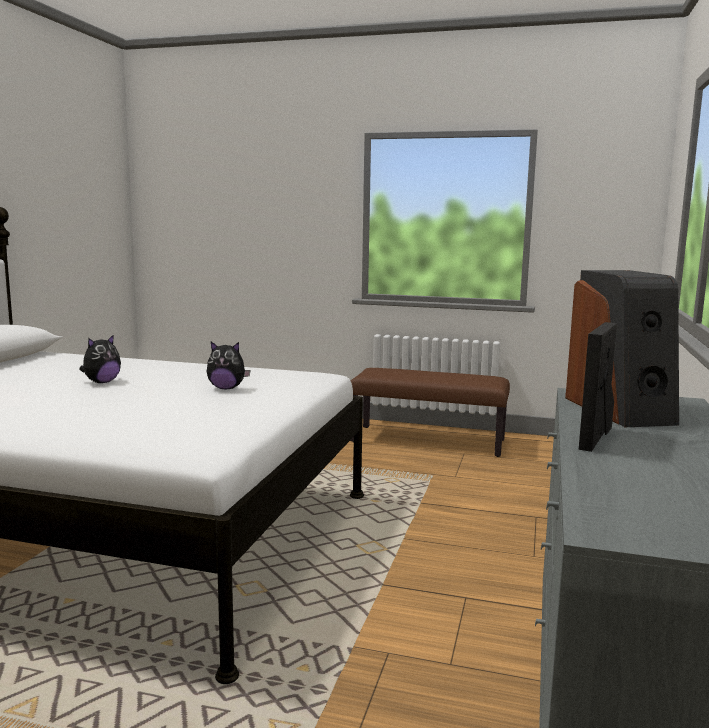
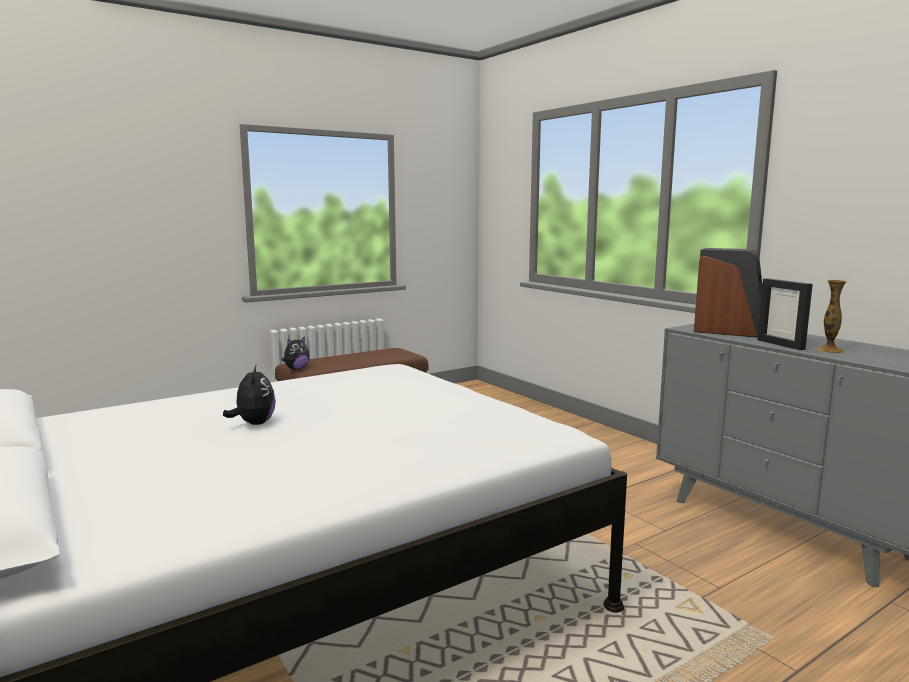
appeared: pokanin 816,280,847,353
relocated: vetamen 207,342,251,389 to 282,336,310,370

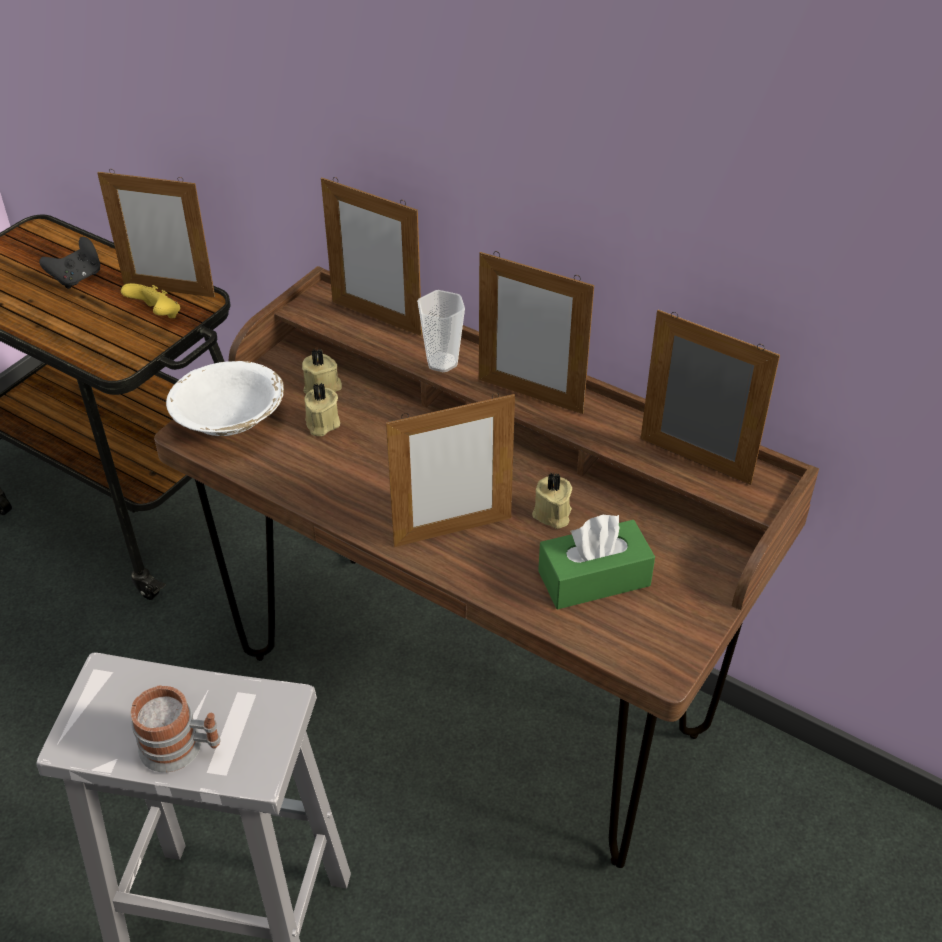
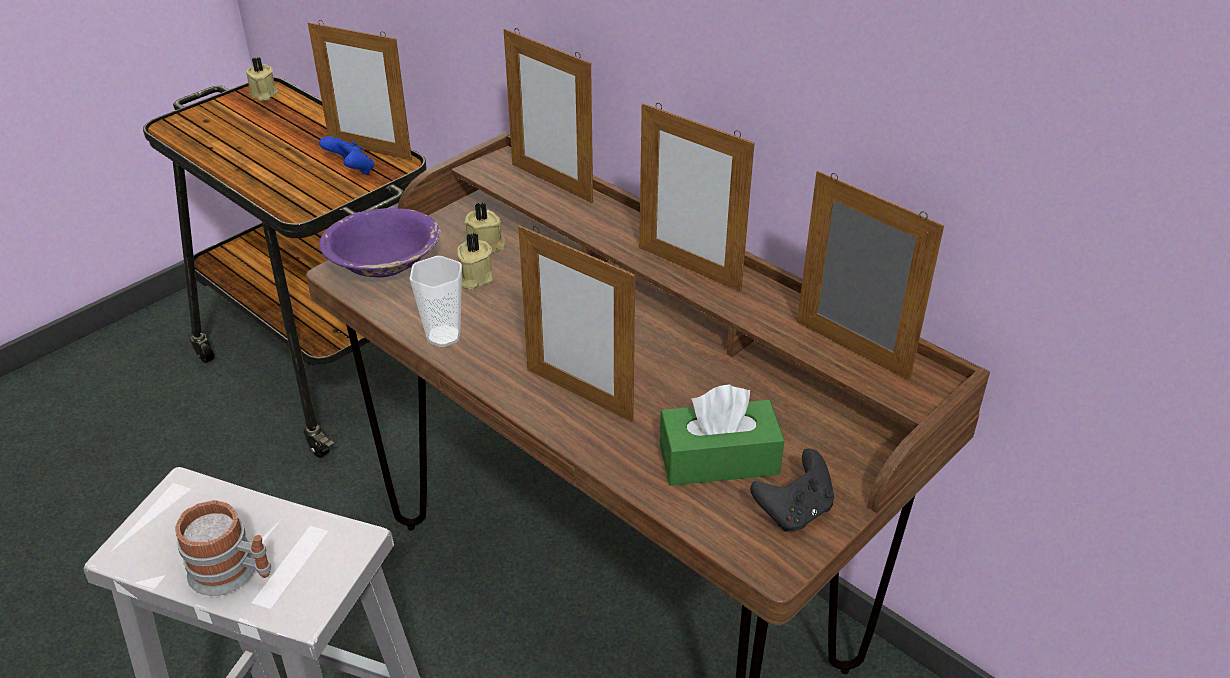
relocated: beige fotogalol 532,472,572,529 to 246,57,278,101; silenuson 417,290,465,372 to 410,256,462,347; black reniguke 39,237,100,289 to 750,448,834,532
colour: yellow reniguke 121,283,180,318 to blue reniguke 319,136,374,175; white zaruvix 166,361,284,436 to purple zaruvix 319,208,441,278
spun: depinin 386,393,515,547 = 518,225,635,422 45 degrees clockwise

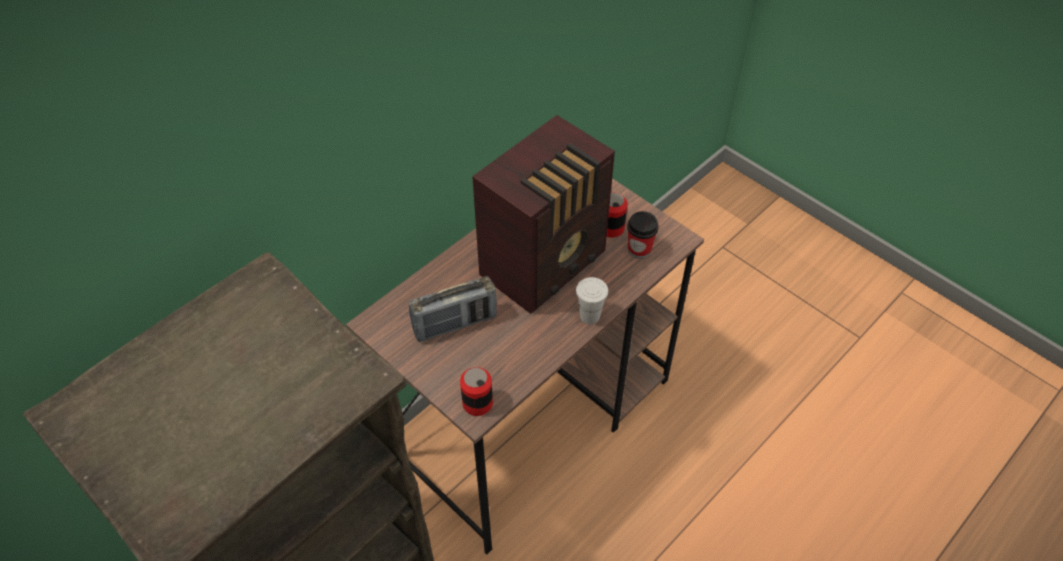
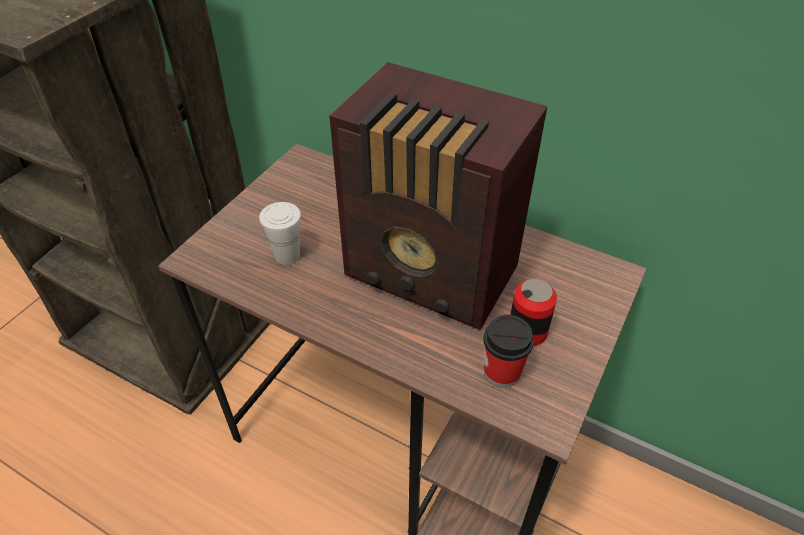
missing: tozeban 409,276,497,342; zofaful 460,367,493,416
relocated: white silenuson 576,277,608,325 to 259,202,301,265

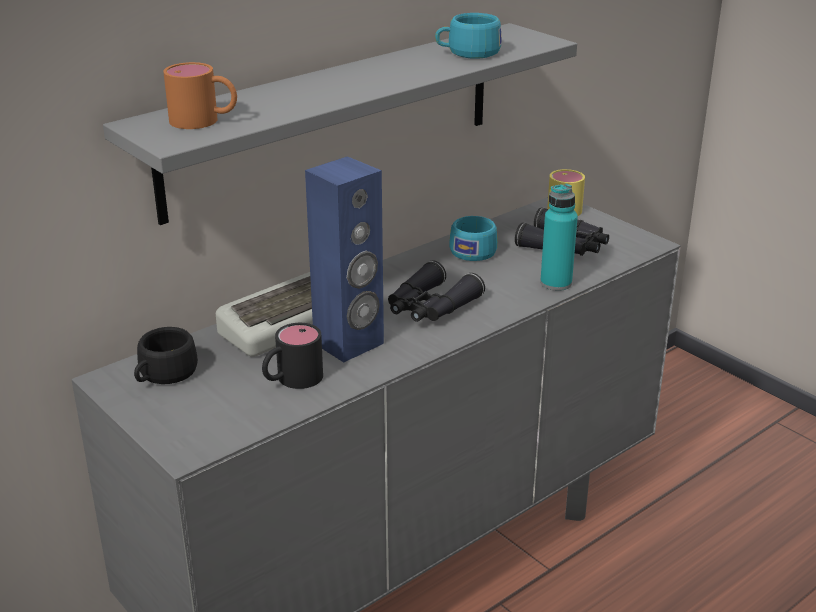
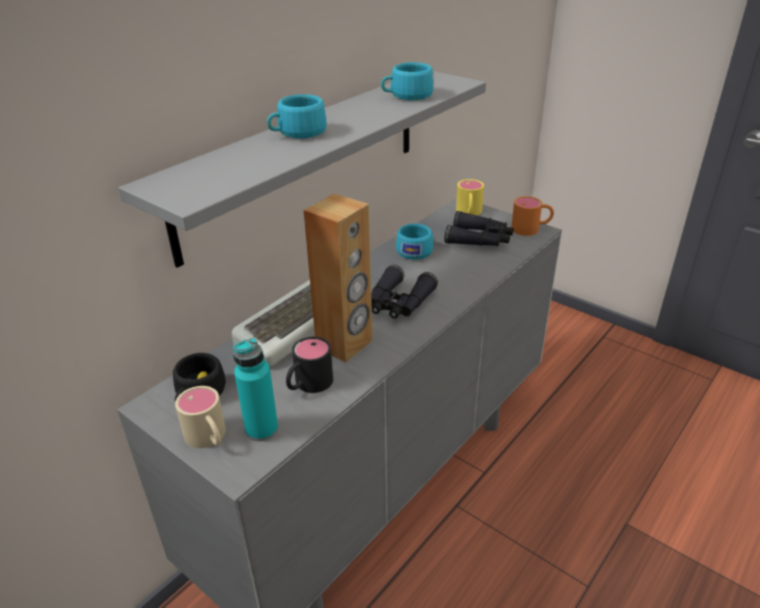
appeared: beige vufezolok 175,386,226,448; turquoise silenuson 267,94,327,139
relocated: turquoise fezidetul 540,184,578,291 to 233,338,278,441; orange vufezolok 163,62,237,129 to 511,196,554,236
colour: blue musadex 305,156,384,362 to brown musadex 304,194,373,362

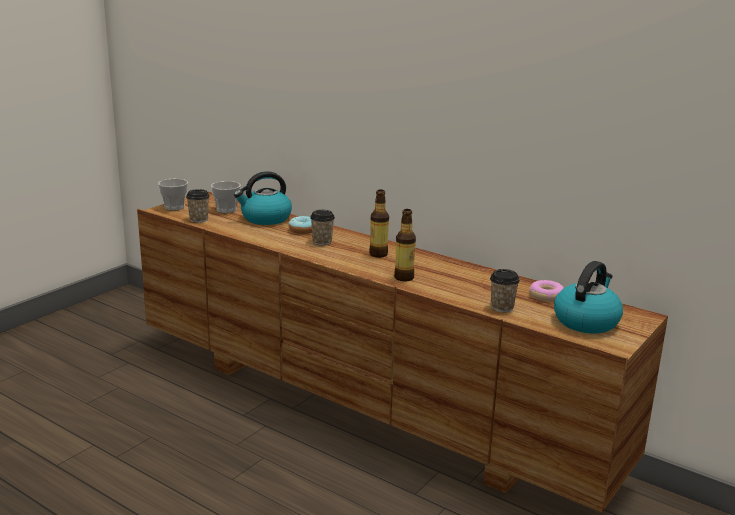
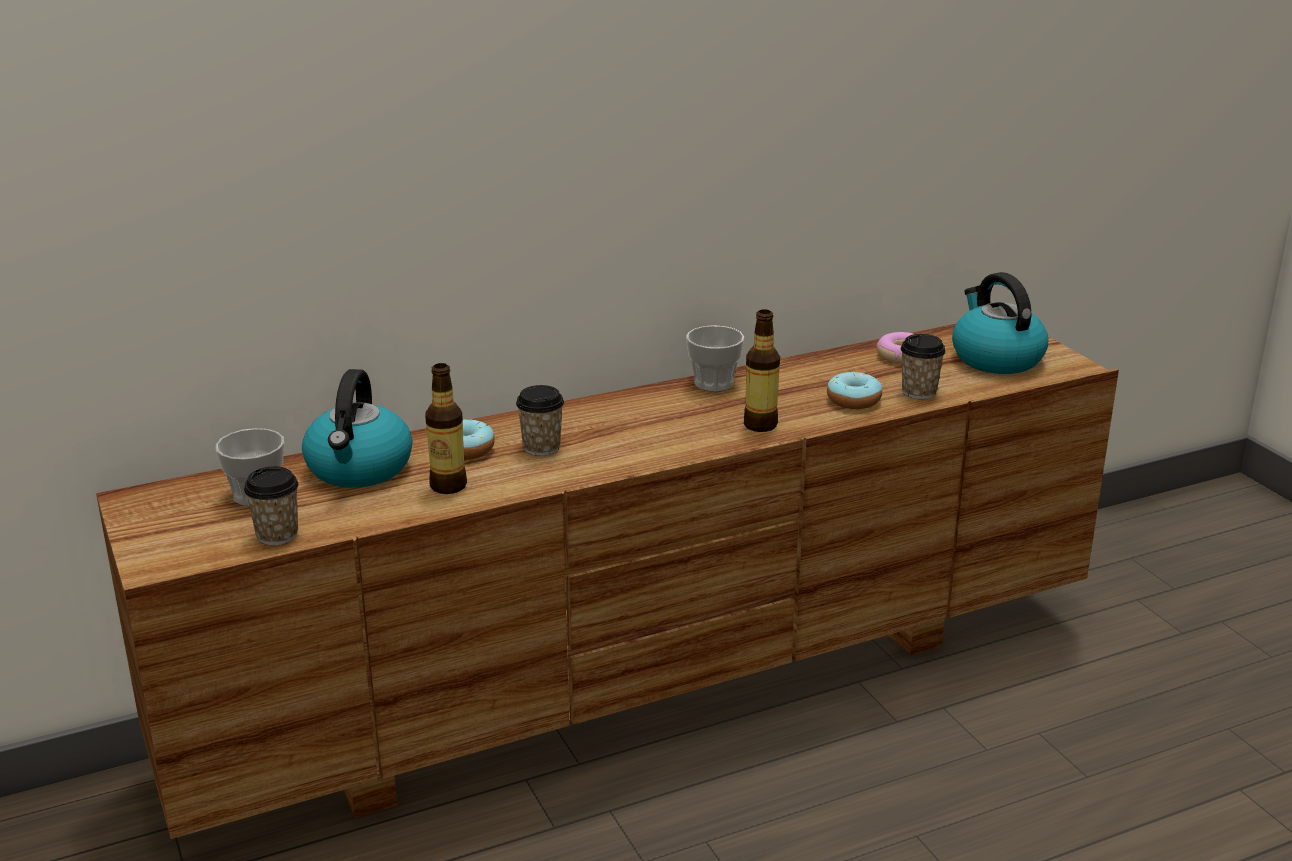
appeared: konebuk 827,372,882,409
relocated: fezidetul 369,189,389,258 to 425,363,467,494; silenuson 158,179,188,210 to 686,325,744,392

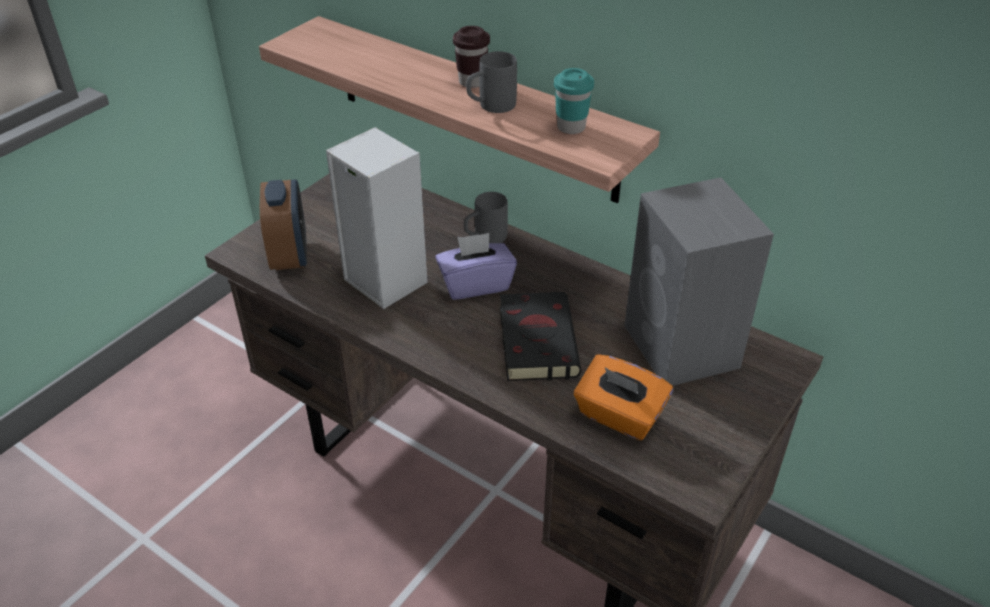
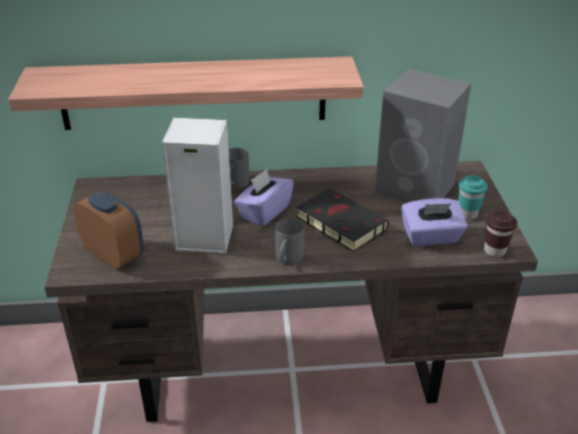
relocated: grey vufezolok 466,51,517,113 to 275,218,304,265; turquoise silenuson 554,68,594,134 to 458,175,488,220; brown silenuson 453,26,490,88 to 484,210,517,257
colour: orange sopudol 574,354,673,440 to purple sopudol 401,198,468,246

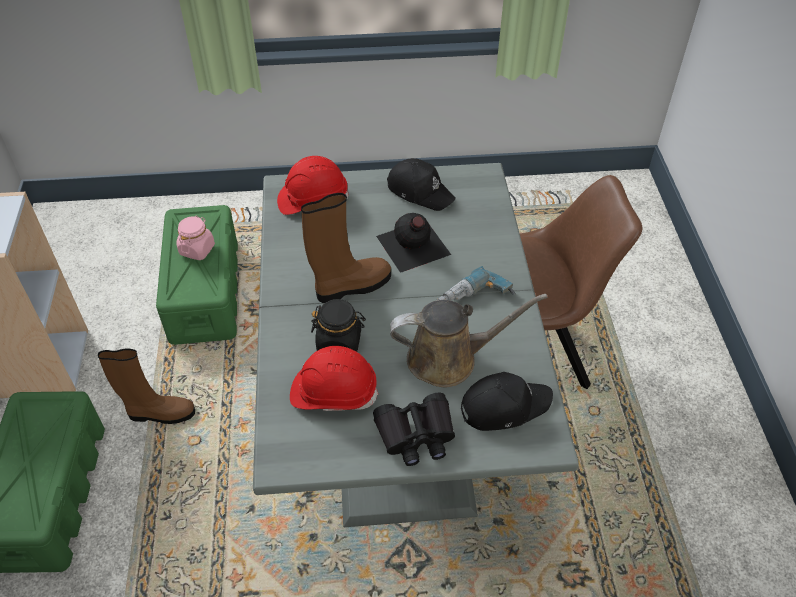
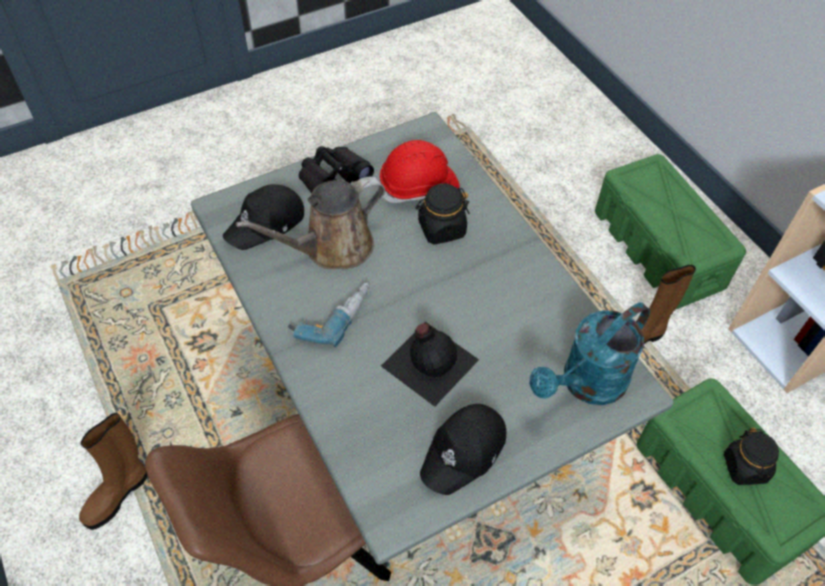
relocated: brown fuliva 301,193,391,303 to 79,413,148,530
exchanged: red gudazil 277,156,348,215 to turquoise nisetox 529,302,650,405
colour: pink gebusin 176,215,215,260 to black gebusin 724,428,779,485
spun: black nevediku 387,158,456,211 = 420,404,506,495 60 degrees counterclockwise

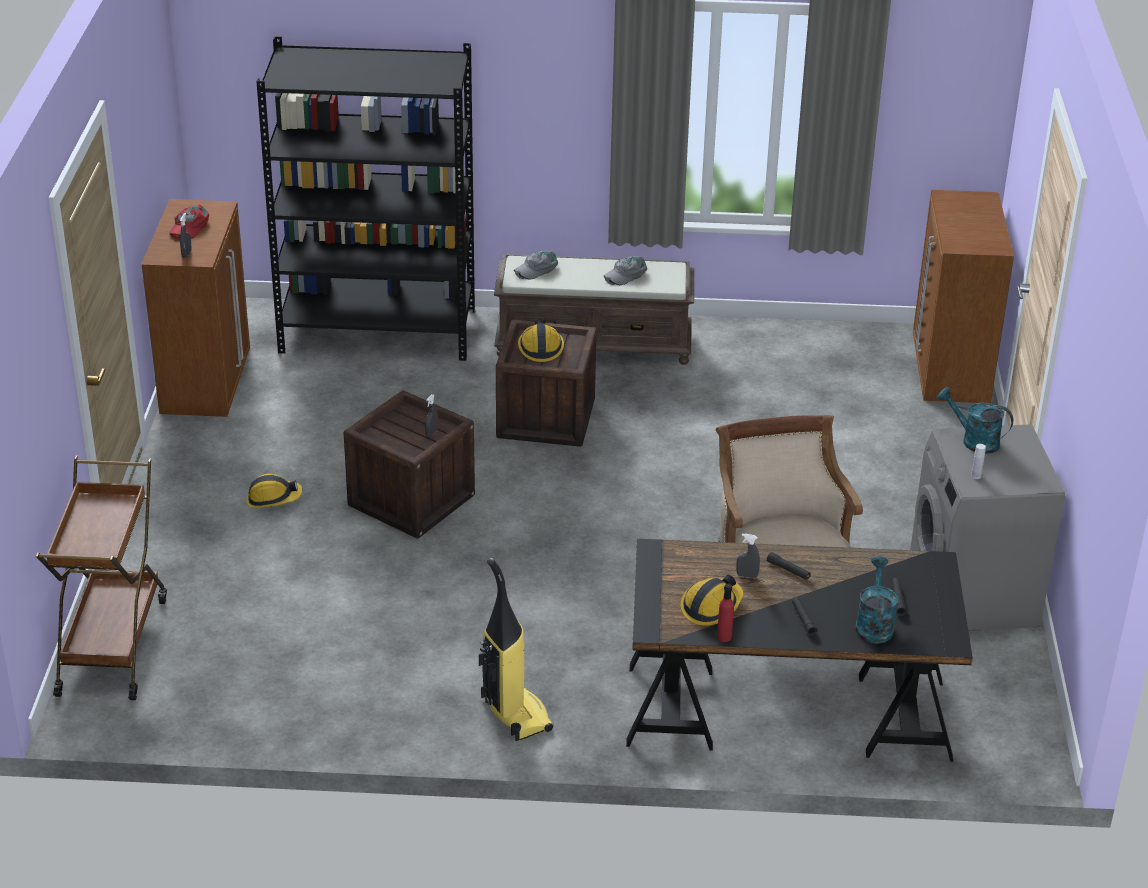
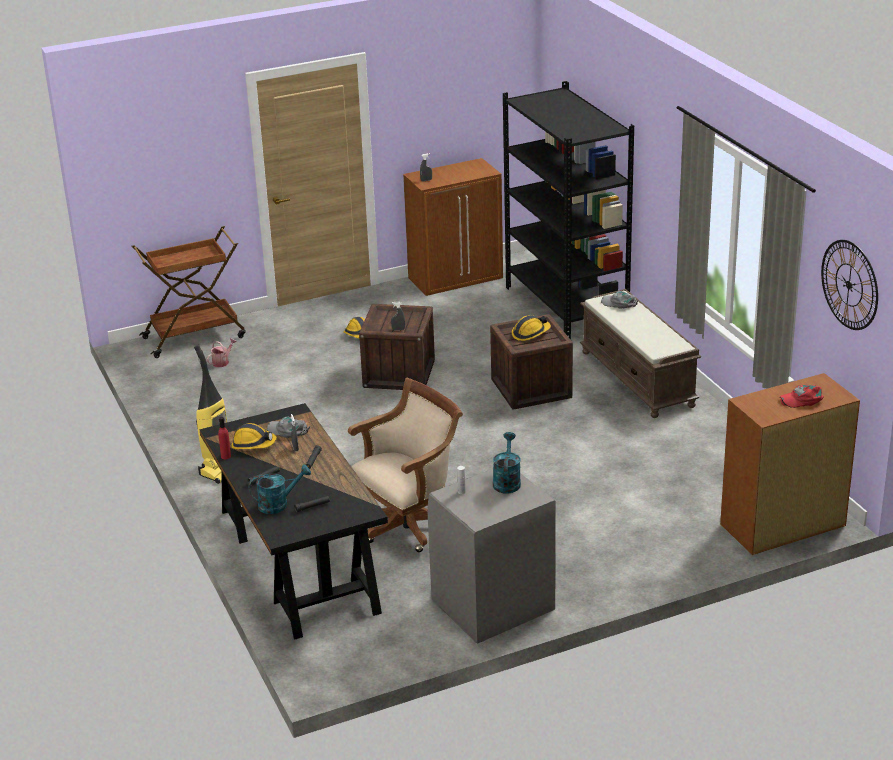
appeared: nisetox 207,338,237,367; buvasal 821,240,878,330
relocated: grey nevediku 603,256,647,285 to 267,417,311,438; red nevediku 169,204,209,240 to 780,385,824,408

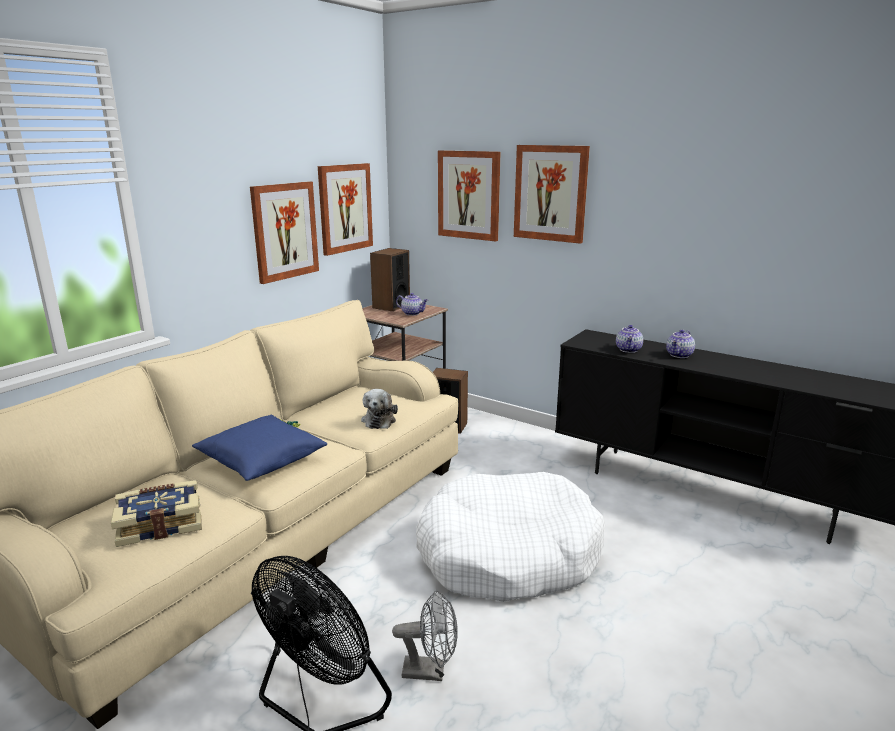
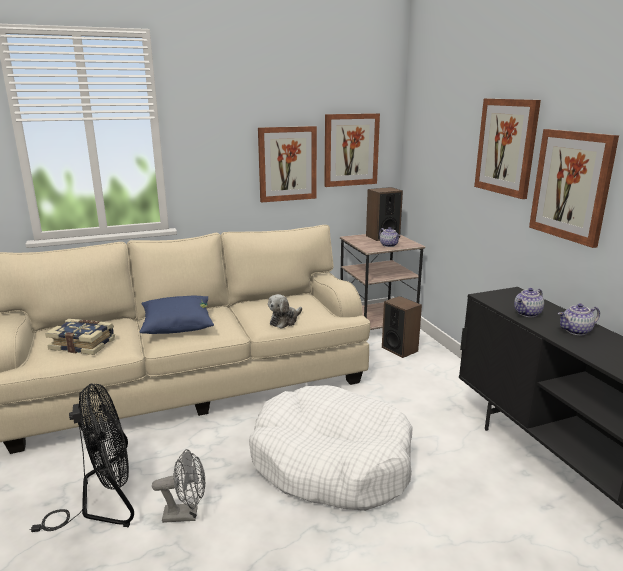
relocated: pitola 438,150,501,241 to 529,129,619,248
spun: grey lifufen 392,590,458,681 = 152,449,205,523 45 degrees counterclockwise

